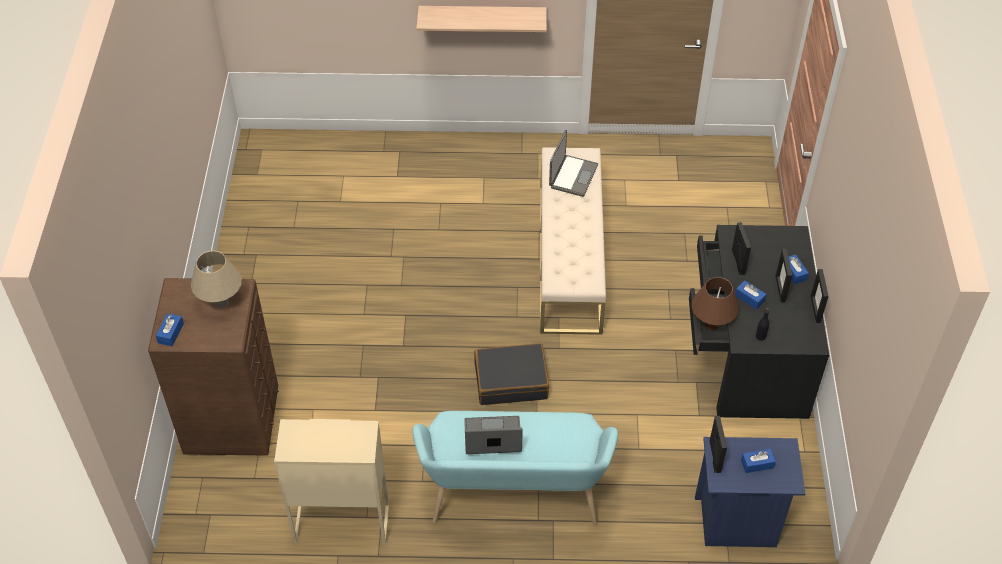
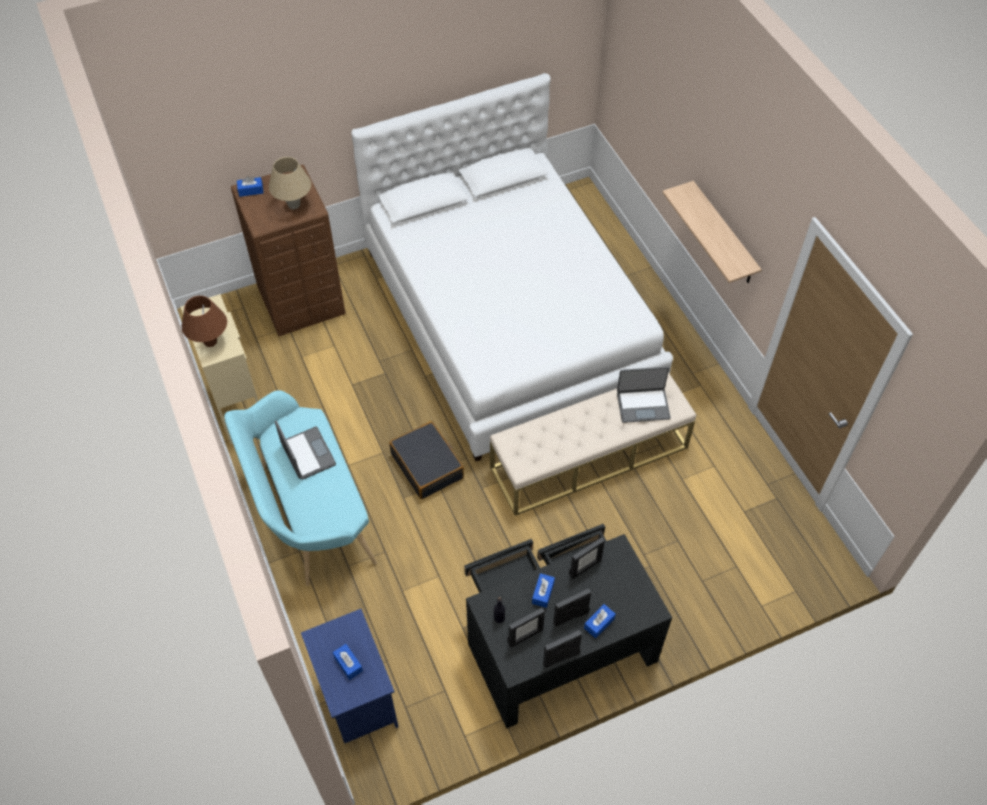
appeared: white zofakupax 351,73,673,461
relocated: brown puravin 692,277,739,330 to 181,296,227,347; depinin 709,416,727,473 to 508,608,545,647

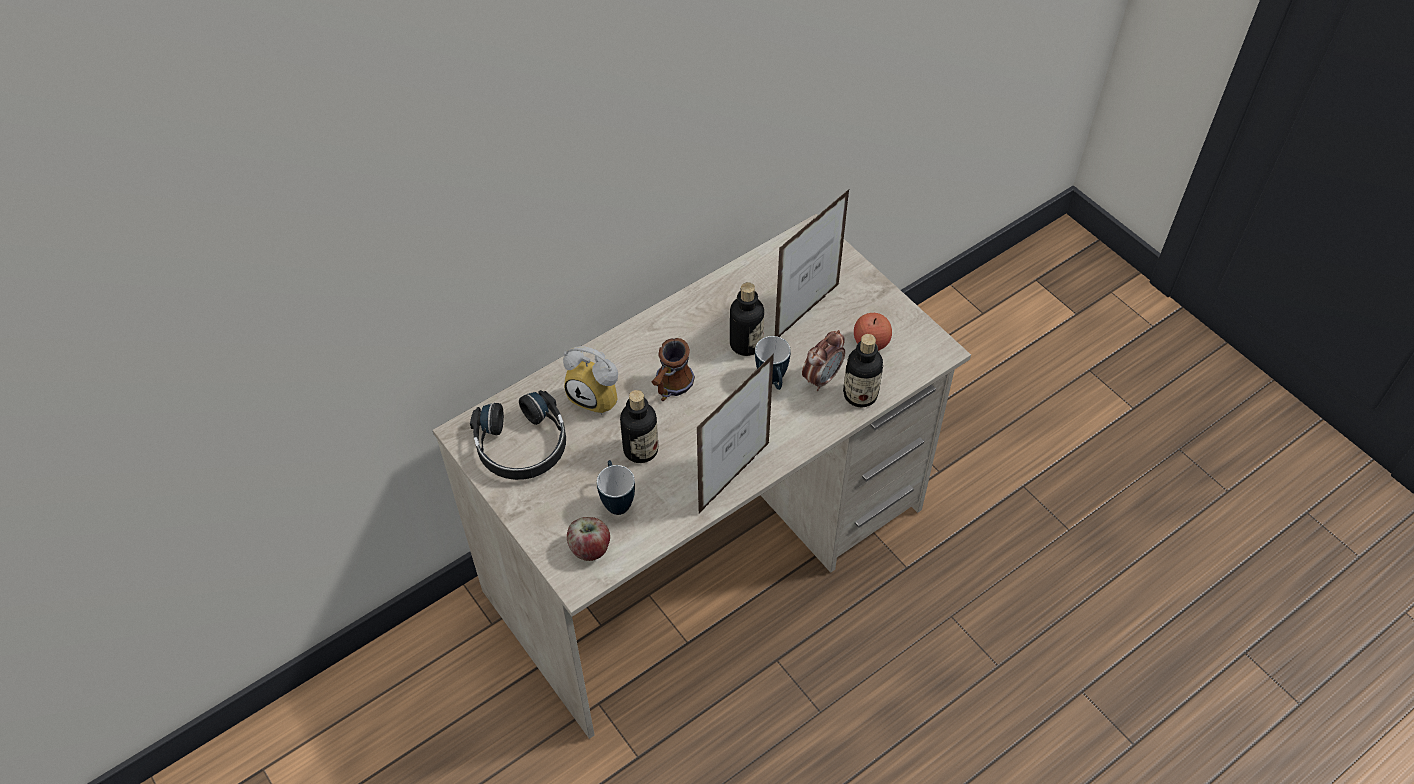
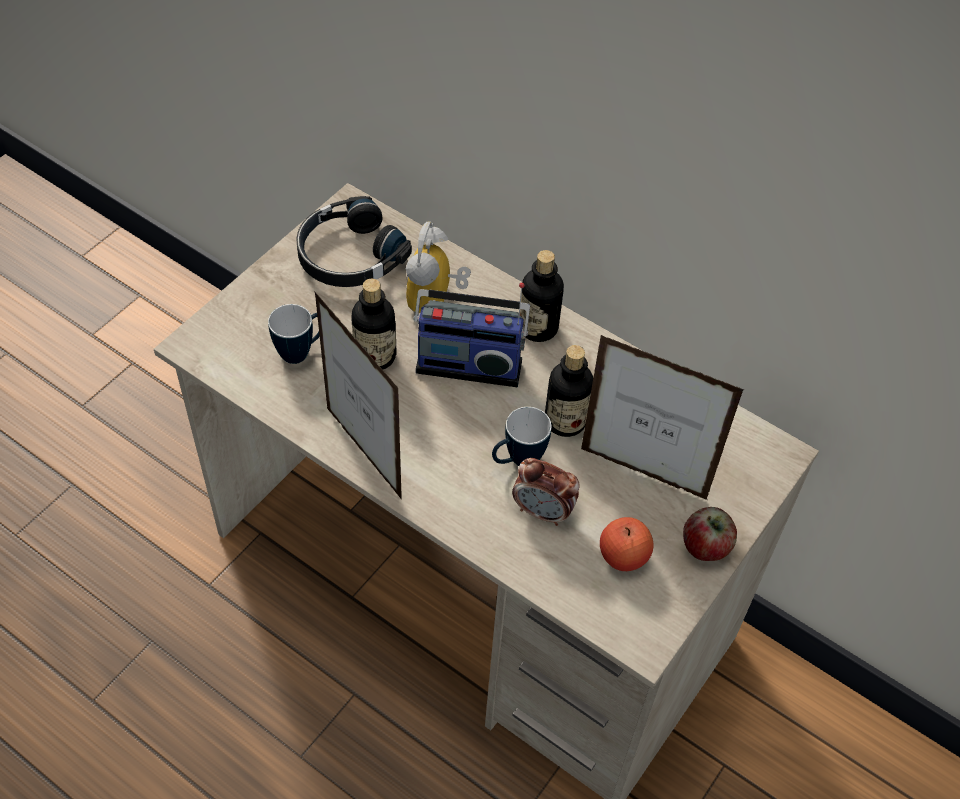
relocated: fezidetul 843,334,883,407 to 520,250,564,342; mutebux 567,517,610,561 to 683,507,737,561
exchanged: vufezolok 652,338,695,401 to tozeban 413,282,530,387
spun: depinin 697,353,774,513 = 314,291,402,500 150 degrees counterclockwise

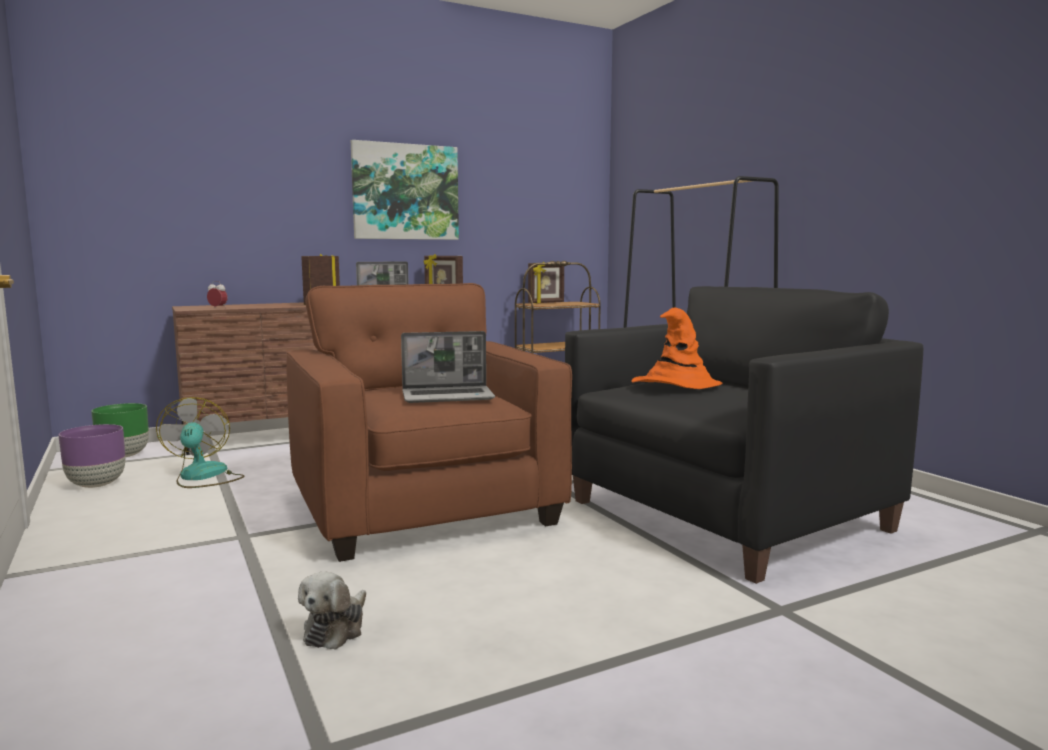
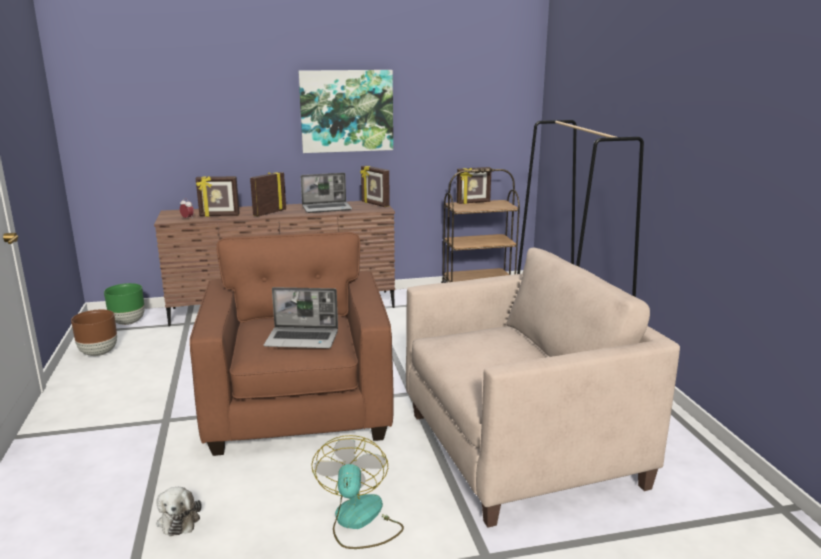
missing: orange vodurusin 631,308,722,389
appeared: depinin 196,176,240,217
relocated: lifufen 156,397,244,488 to 311,435,404,549
colour: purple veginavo 59,424,125,488 to brown veginavo 71,309,117,356; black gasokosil 565,286,923,584 to beige gasokosil 406,248,680,527
spun: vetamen 298,572,366,650 = 156,487,201,536 45 degrees counterclockwise

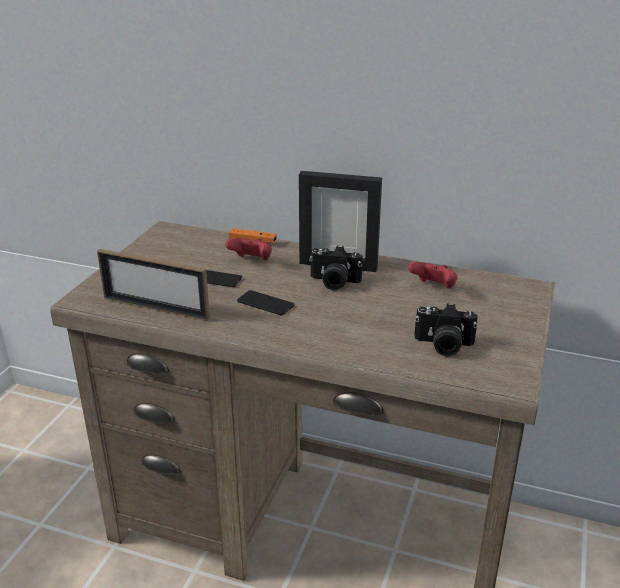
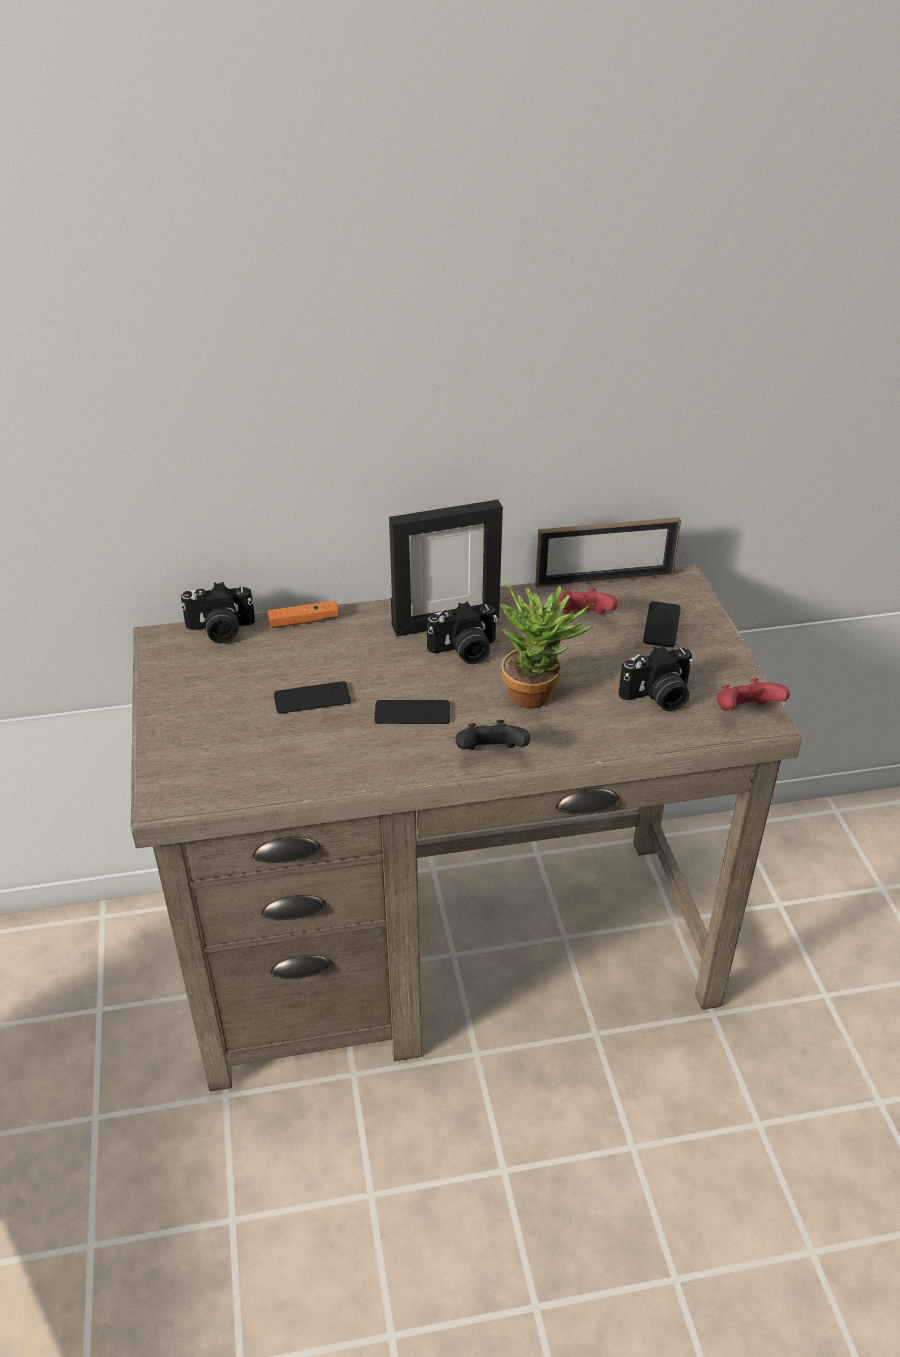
appeared: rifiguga 181,582,255,644; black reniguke 456,720,530,750; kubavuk 500,581,594,709; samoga 643,601,681,647
relocated: depinin 97,249,210,321 to 535,517,681,588; red reniguke 225,238,272,261 to 717,678,790,711

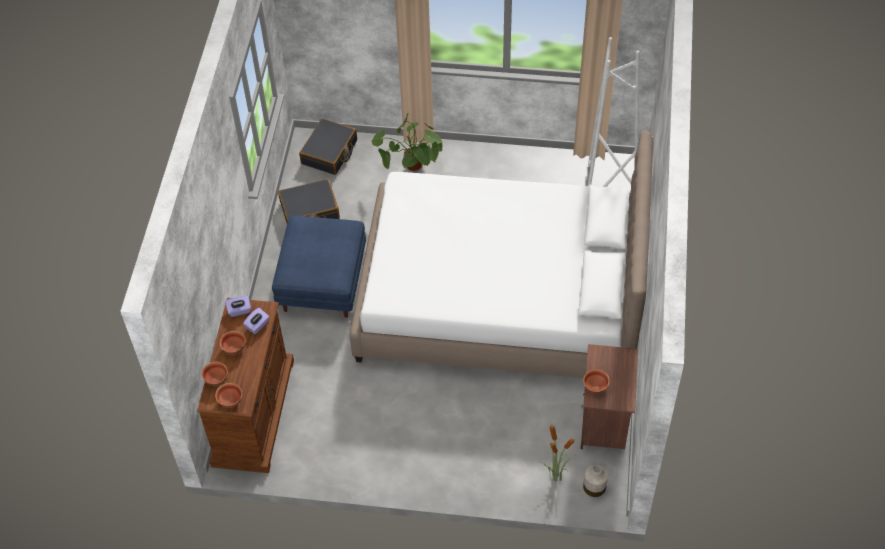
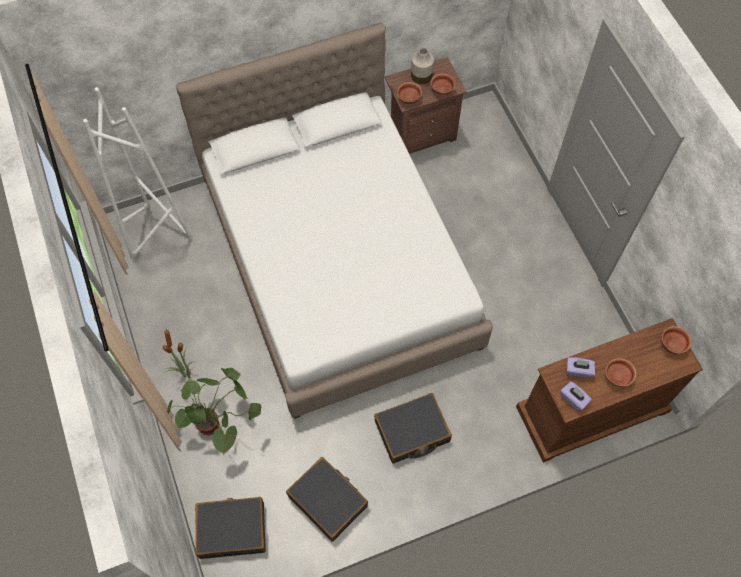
relocated: kubavuk 538,424,576,481 to 162,329,195,378; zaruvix 201,362,228,386 to 397,82,422,104; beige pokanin 583,465,608,497 to 411,48,434,84
exchanged: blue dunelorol 272,216,366,318 to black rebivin 374,393,452,463

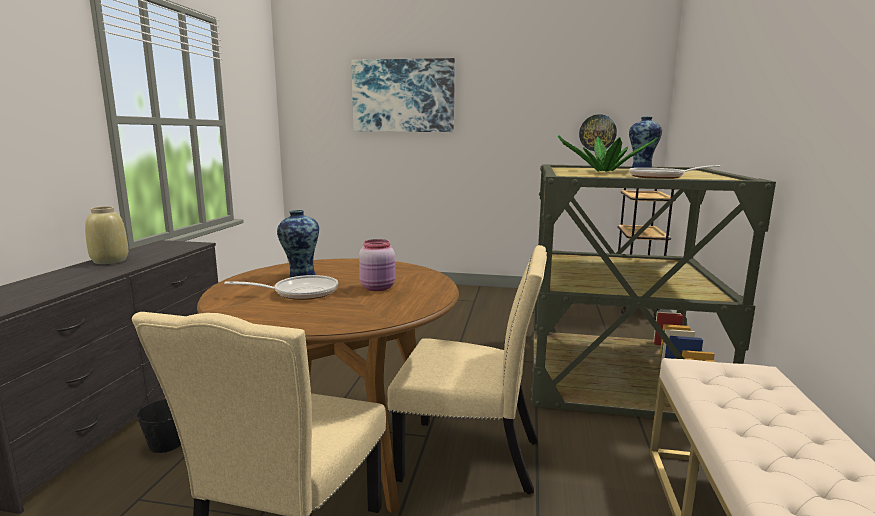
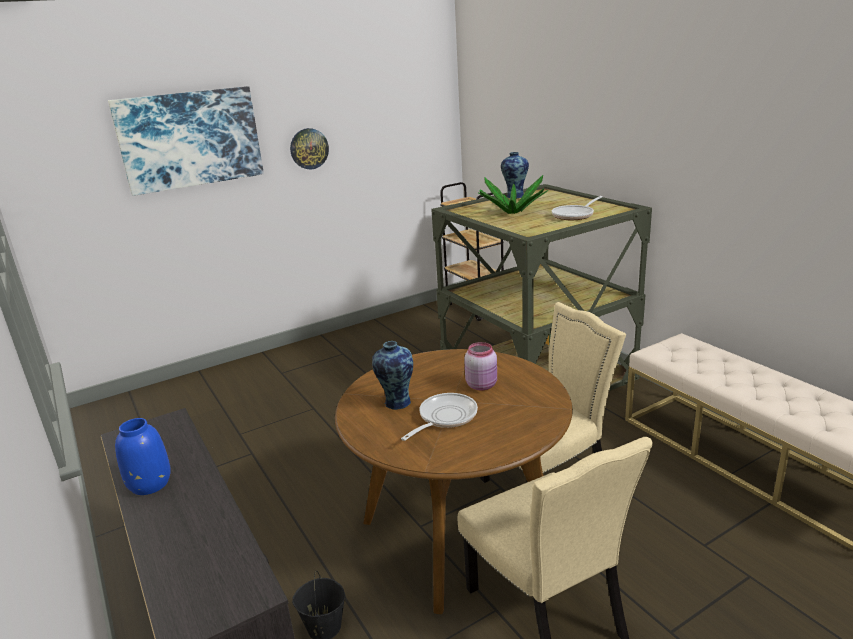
relocated: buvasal 579,114,617,151 to 290,128,329,169
colour: beige pokanin 85,206,128,264 to blue pokanin 115,418,171,495

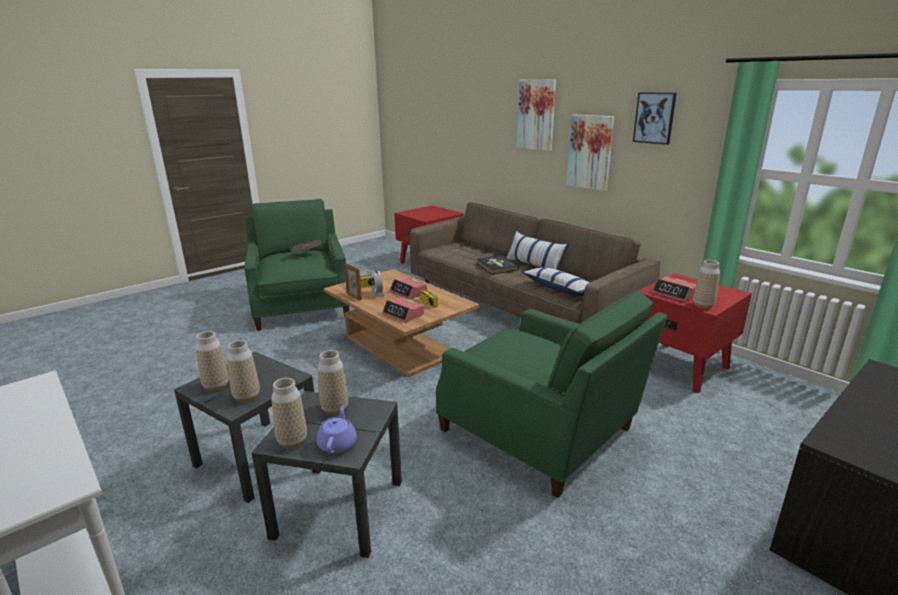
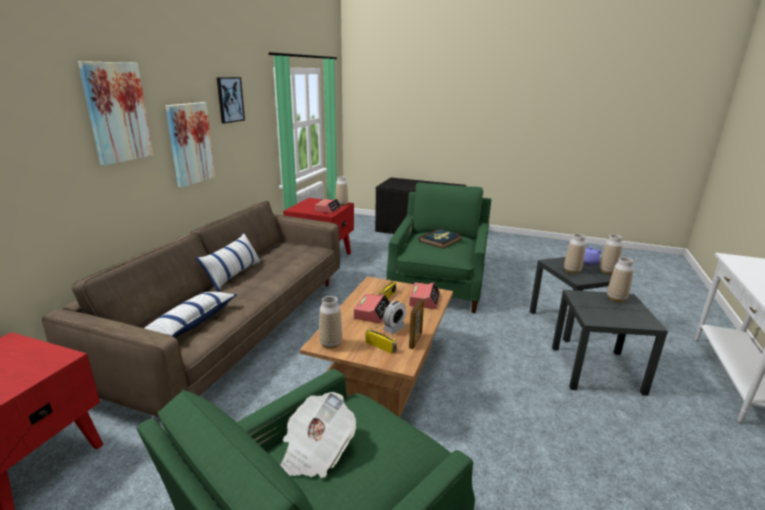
relocated: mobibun 521,268,590,296 to 144,292,237,338; pokanin 196,331,229,391 to 319,296,342,349; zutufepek 476,255,519,275 to 419,229,462,249

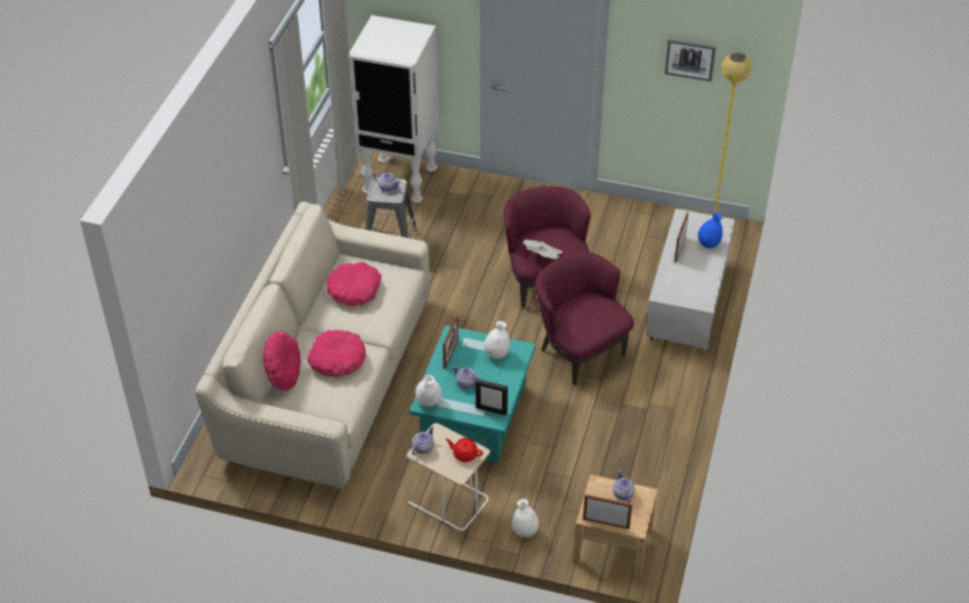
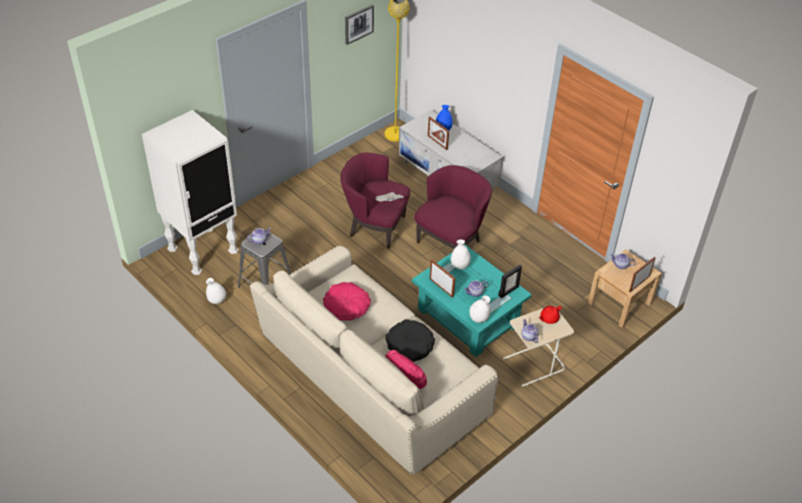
relocated: white pokanin 512,499,539,537 to 206,278,226,304
colour: pink mobibun 307,330,366,377 to black mobibun 385,319,435,362
spun: purple gasokosil 535,252,634,385 = 414,165,492,249 135 degrees clockwise

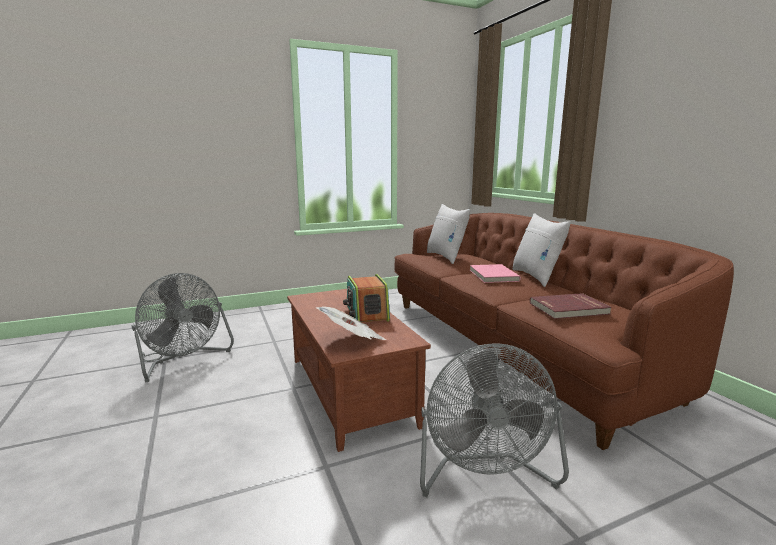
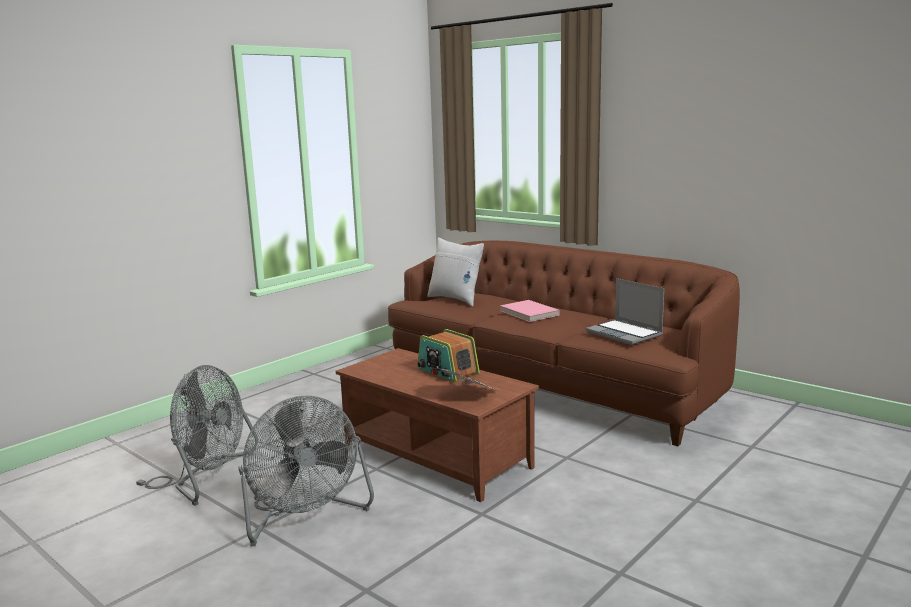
missing: grey mobibun 513,213,571,287
relocated: grey lifufen 420,344,569,497 to 238,396,374,546
exchanged: red zutufepek 530,293,612,319 to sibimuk 586,278,664,345

